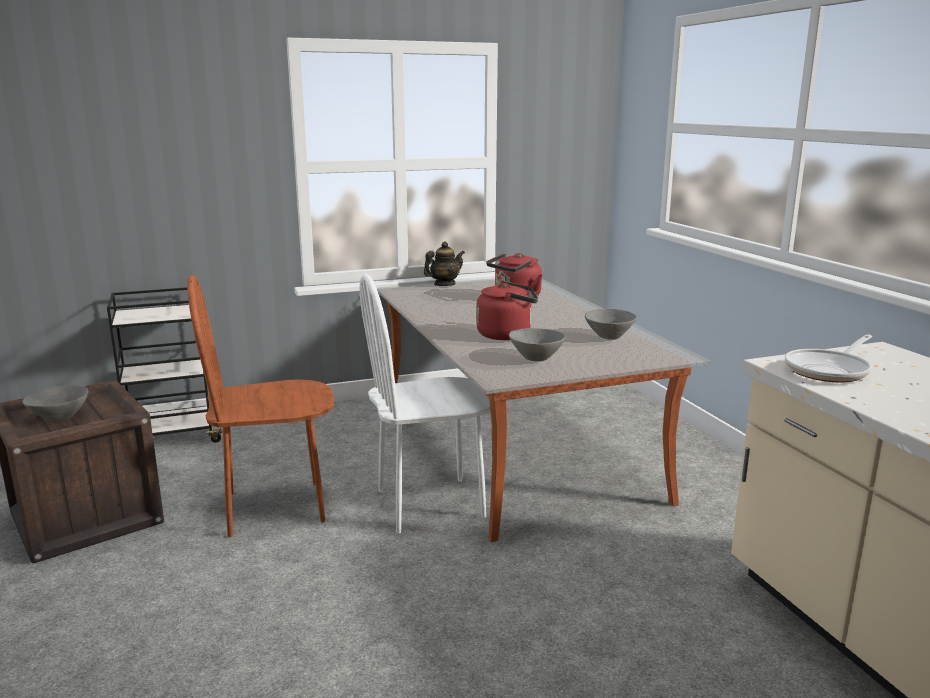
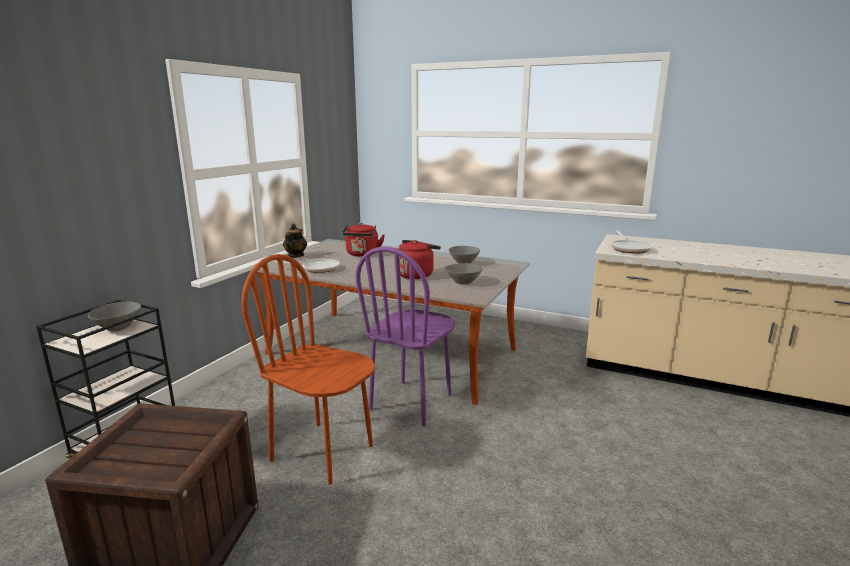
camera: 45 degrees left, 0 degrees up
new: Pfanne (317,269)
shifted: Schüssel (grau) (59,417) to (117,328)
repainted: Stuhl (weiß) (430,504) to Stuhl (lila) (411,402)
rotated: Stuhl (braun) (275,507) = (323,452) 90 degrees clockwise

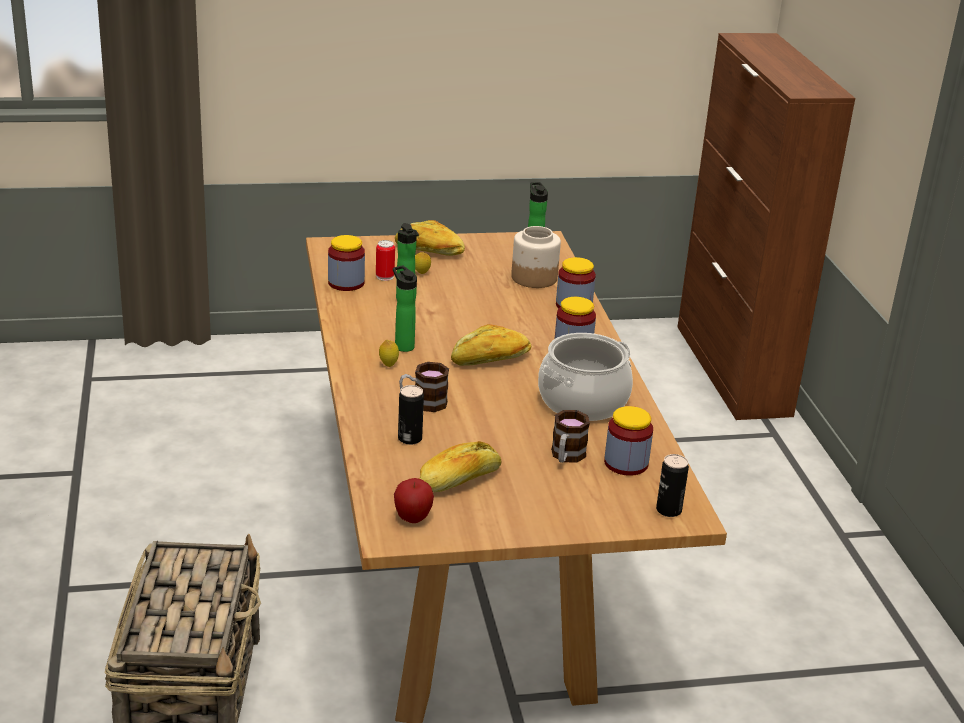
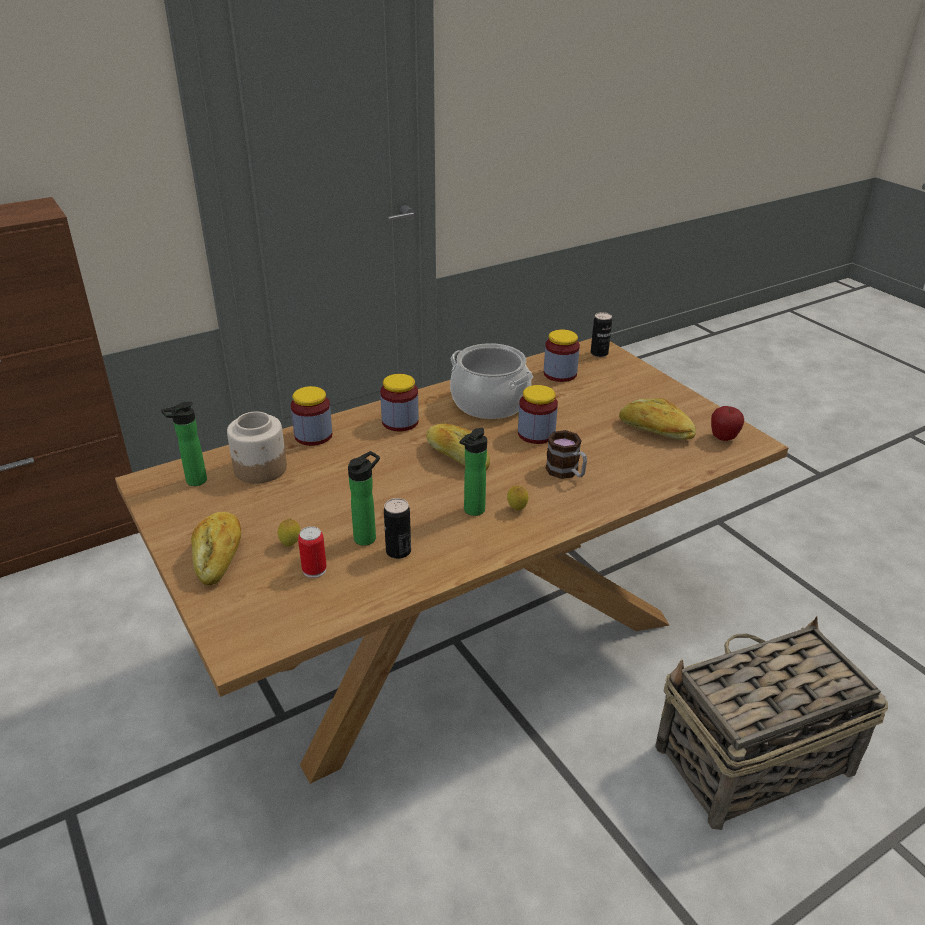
camera: 110 degrees left, 5 degrees up
gone: Henkelbecher (566,457)
shifted: Dose (410,439) to (398,551); Vorratsglas (346,283) to (536,434)

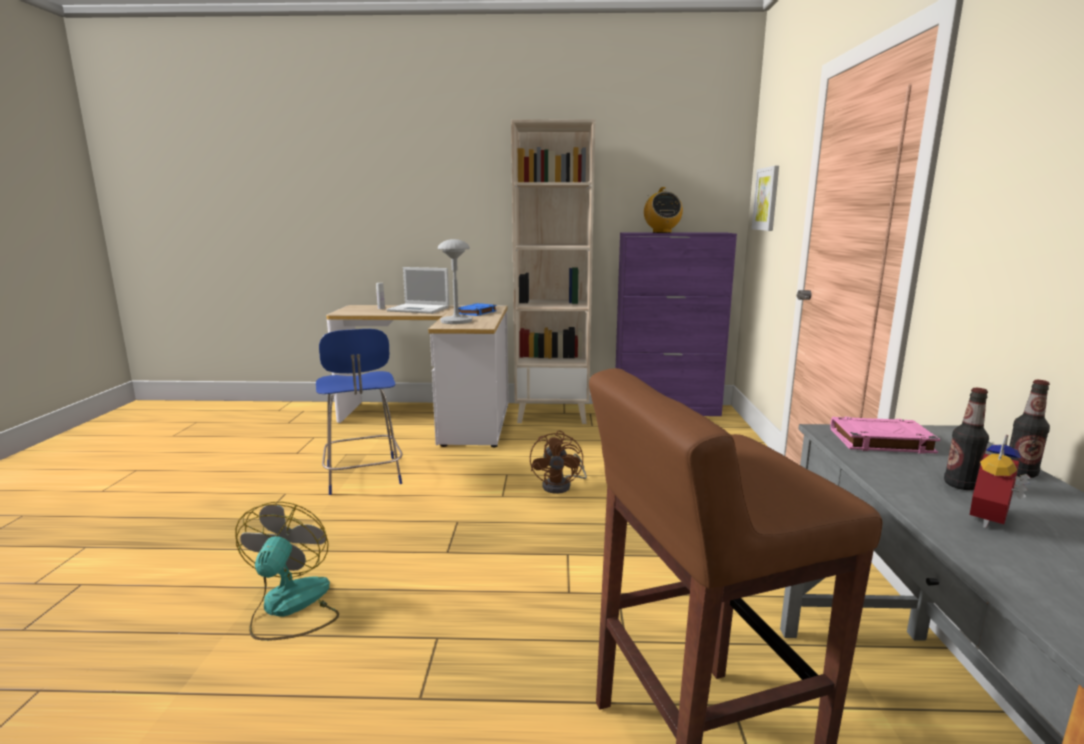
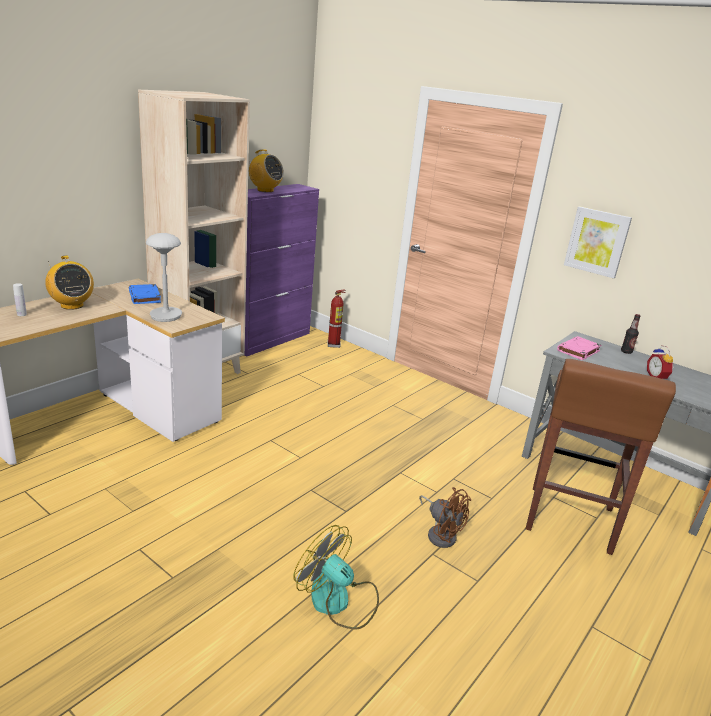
camera: 55 degrees left, 10 degrees up
gone: Stuhl (blau) (363,476); Flasche (960,485)
new: Feuerlöscher (334,345)
shifted: Ventilator (braun) (561,485) to (440,533); Bild (766,199) to (597,241)
swapped: Laptop (420,309) to Radio (72,305)

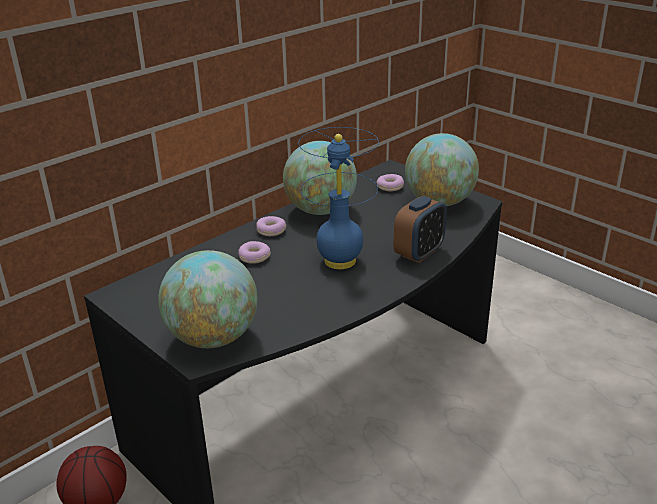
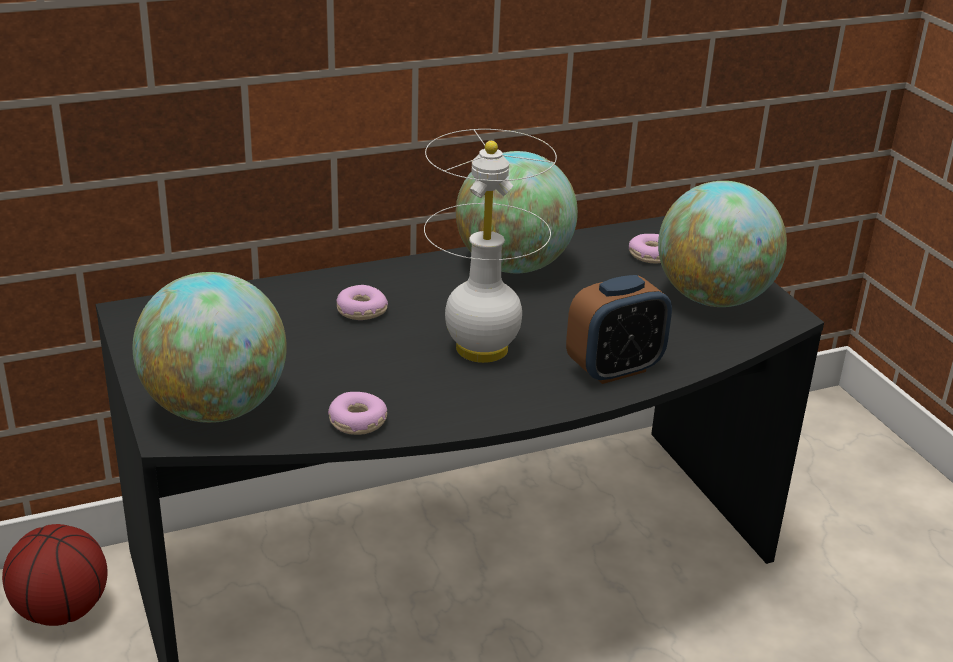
camera: 20 degrees right, 0 degrees up
shifted: Donut (271,231) to (357,422)
repainted: Tischlampe (blau) (340,261) to Tischlampe (weiß) (482,349)

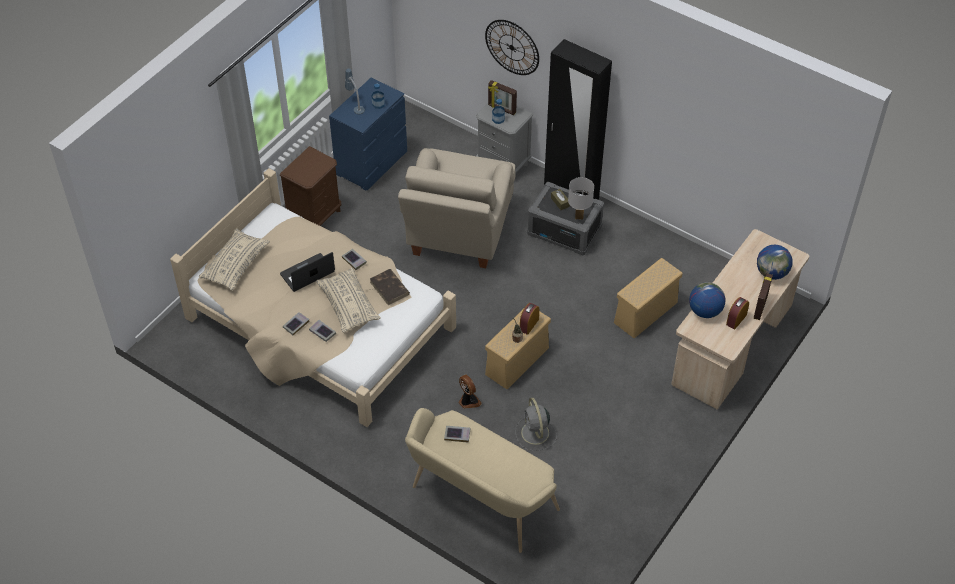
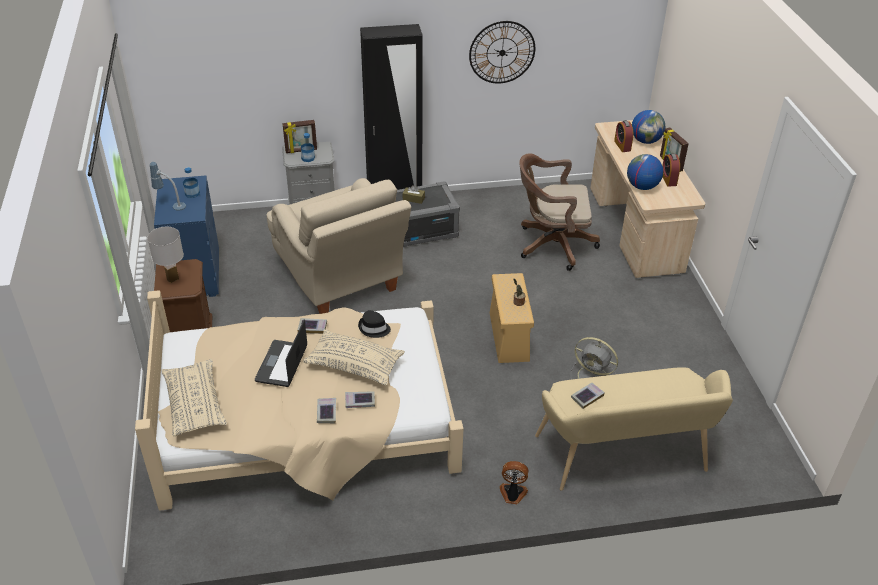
camera: 45 degrees left, 10 degrees down
shifted: Tischlampe (weiß) (579,217) to (173,279); Wanduhr (512,47) to (502,52); Ventilator (468,401) to (512,494); Wecker (529,324) to (622,146)
swapped: Buch (braun) (389,288) to Hut (schwarz) (374,328); Aufbewahrungsbox (beige) (646,312) to Bürostuhl (braun) (551,245)

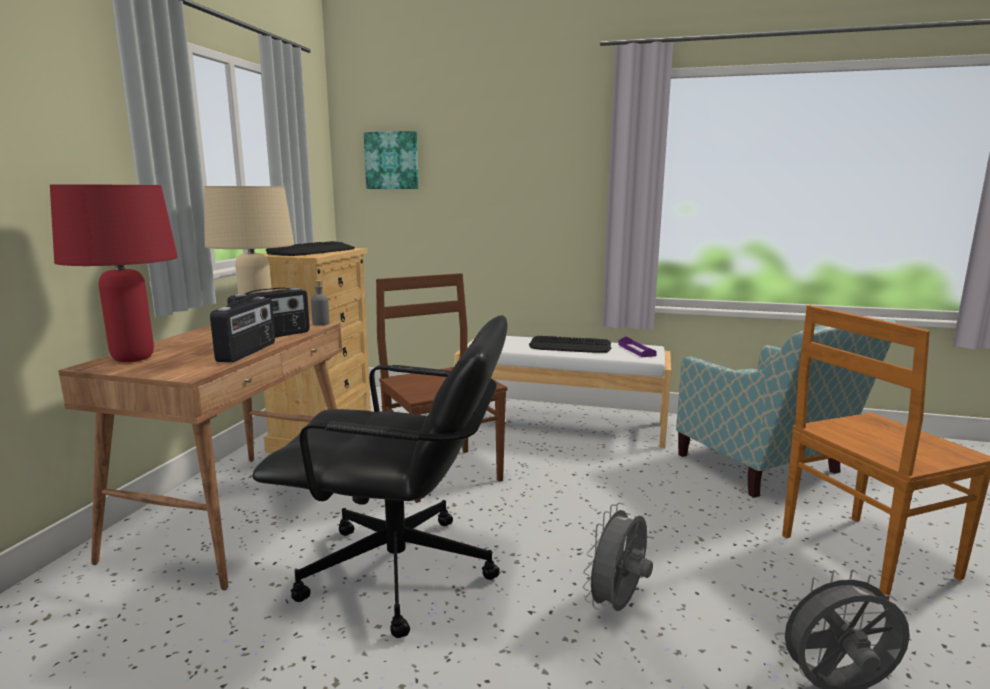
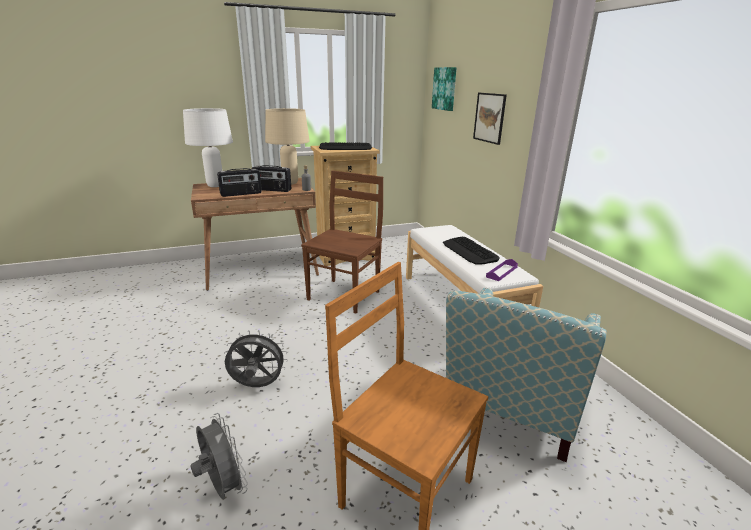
camera: 55 degrees right, 10 degrees up
gone: Bürostuhl (schwarz) (400,572)
new: Bild (489,118)
repainted: Tischlampe (rot) (132,359) to Tischlampe (weiß) (215,186)

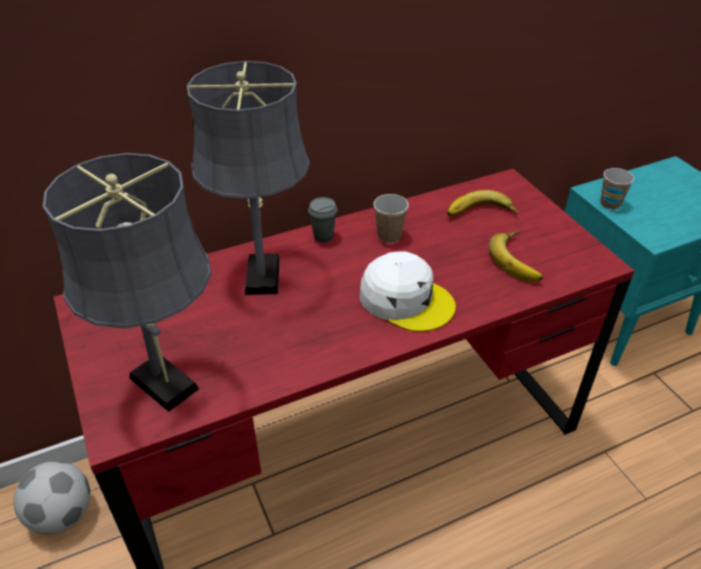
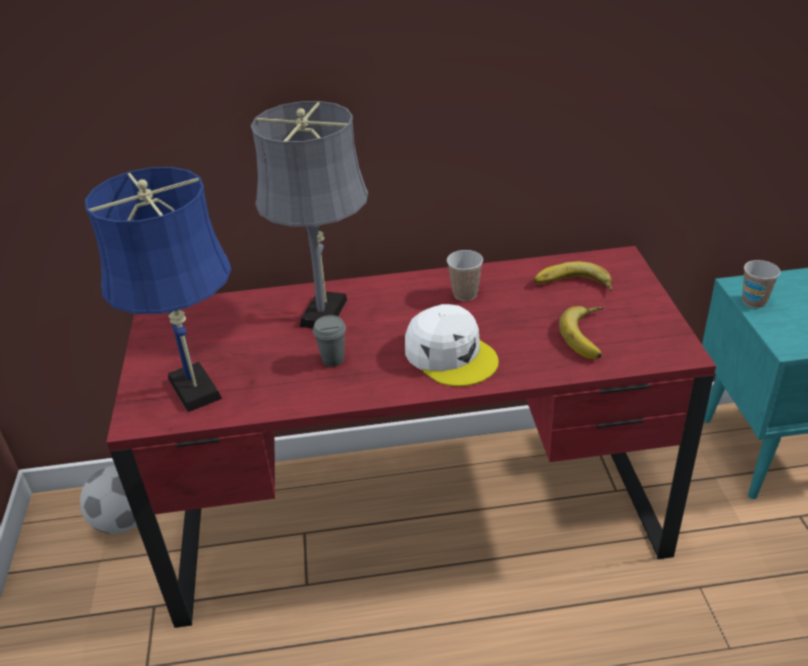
camera: 20 degrees right, 5 degrees down
shifted: Tasse (grau) (323,236) to (333,360)
repainted: Tischlampe (grau) (168,387) to Tischlampe (blau) (196,392)

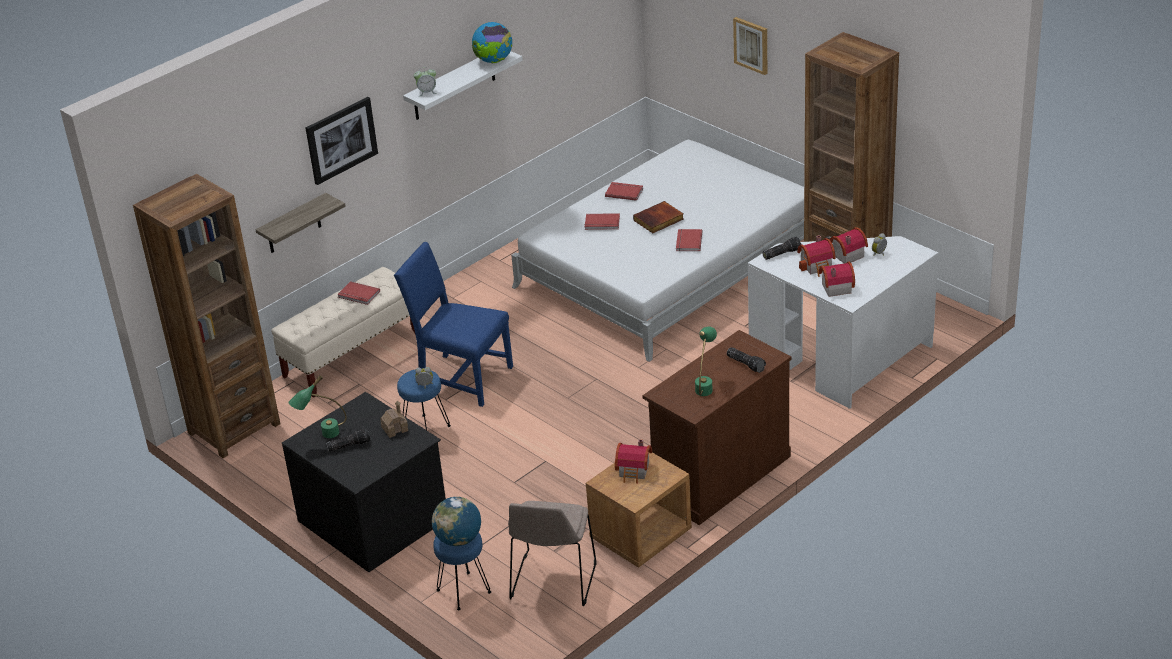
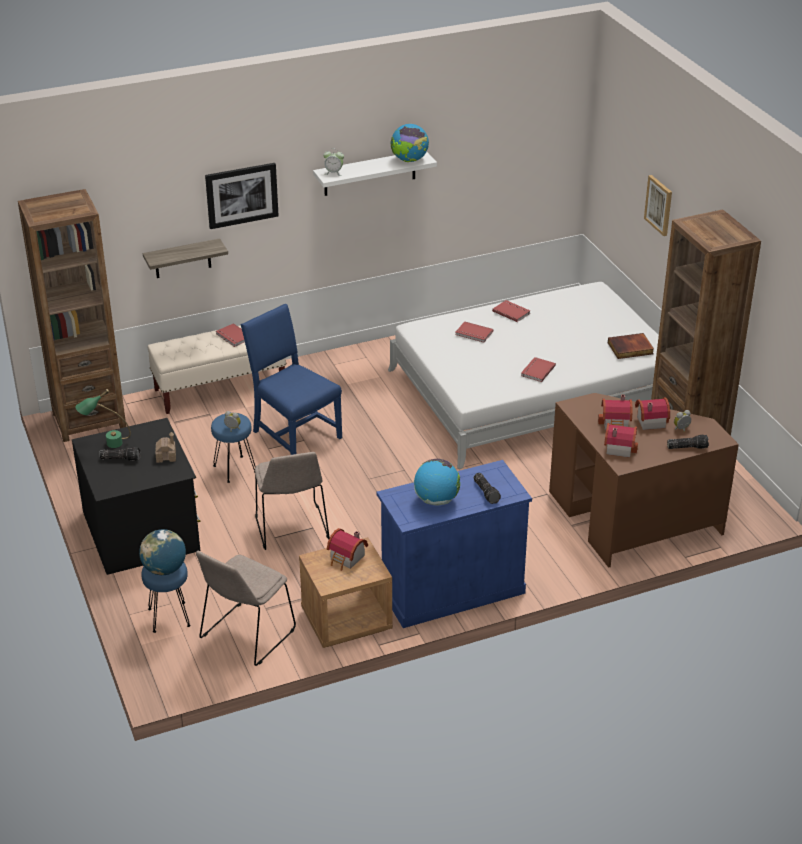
camera: 20 degrees right, 0 degrees up
new: Stuhl (beige) (292,529)
shifted: Buch (659,220) to (630,349); Taschenlampe (781,253) to (687,447)
swapped: Tischlampe (grün) (705,385) to Globus (436,500)
repainted: Schrank (braun) (720,476) to Schrank (blau) (451,590); Schreibtisch (weiß) (843,360) to Schreibtisch (braun) (632,521)

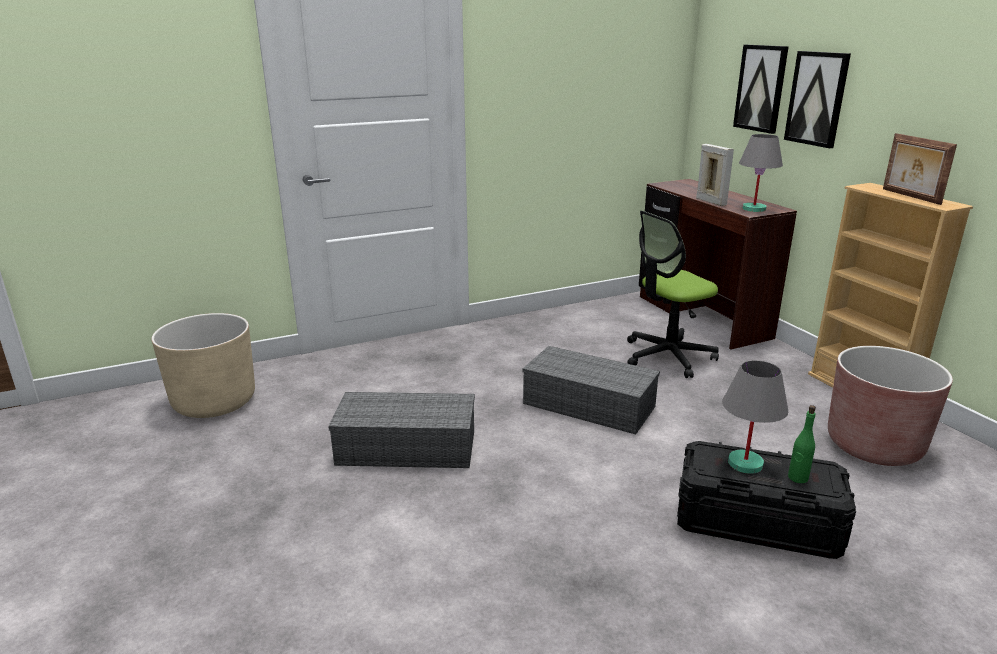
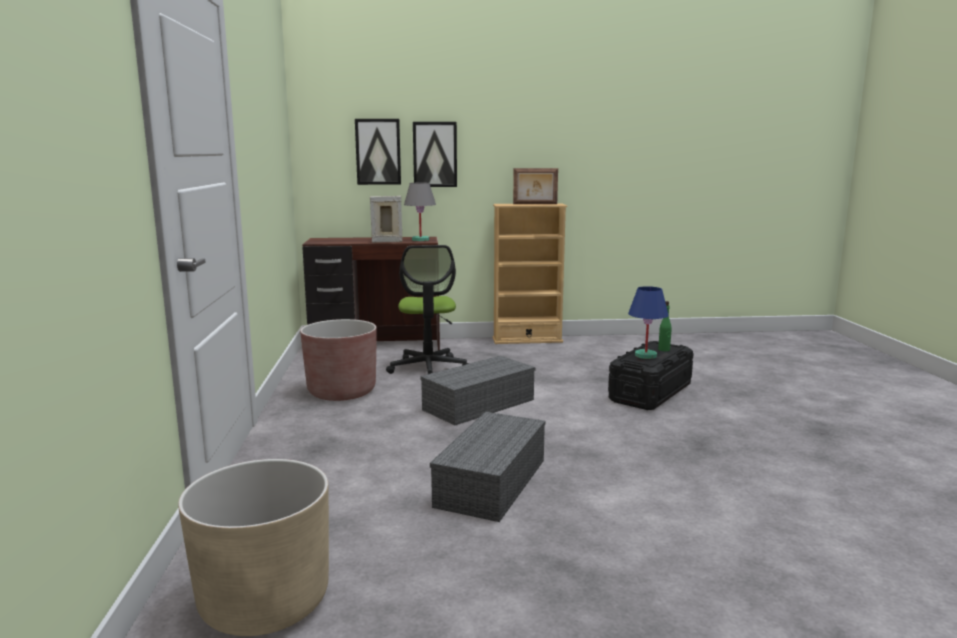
camera: 70 degrees left, 10 degrees down
shifted: Pflanzkübel (braun) (874,445) to (342,392)
repainted: Tischlampe (grau) (745,463) to Tischlampe (blau) (645,355)

